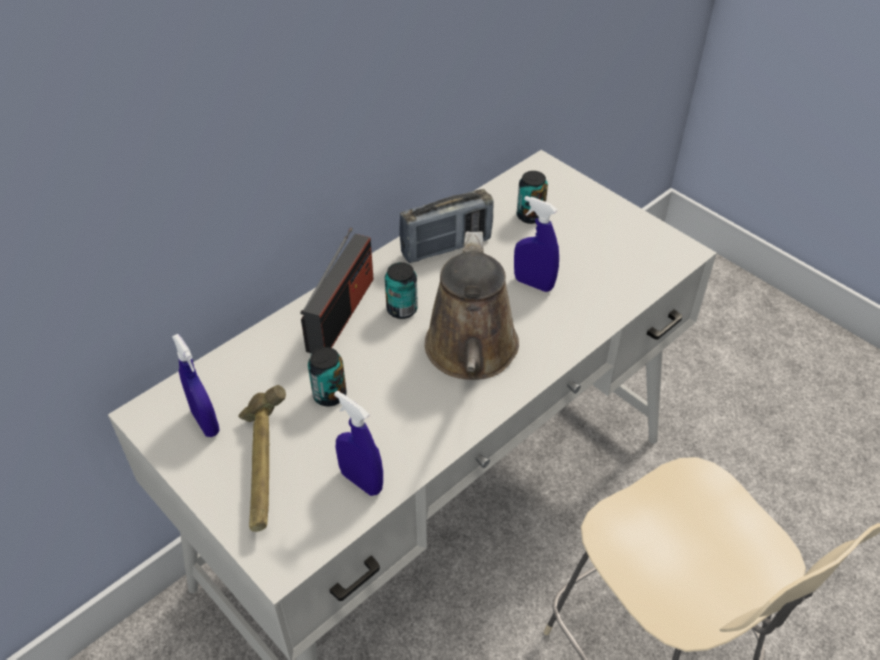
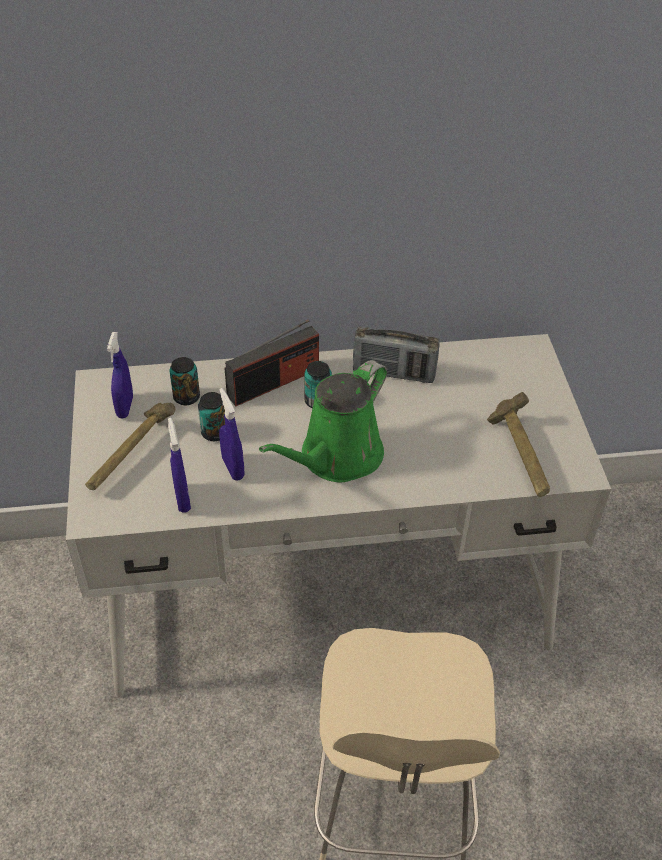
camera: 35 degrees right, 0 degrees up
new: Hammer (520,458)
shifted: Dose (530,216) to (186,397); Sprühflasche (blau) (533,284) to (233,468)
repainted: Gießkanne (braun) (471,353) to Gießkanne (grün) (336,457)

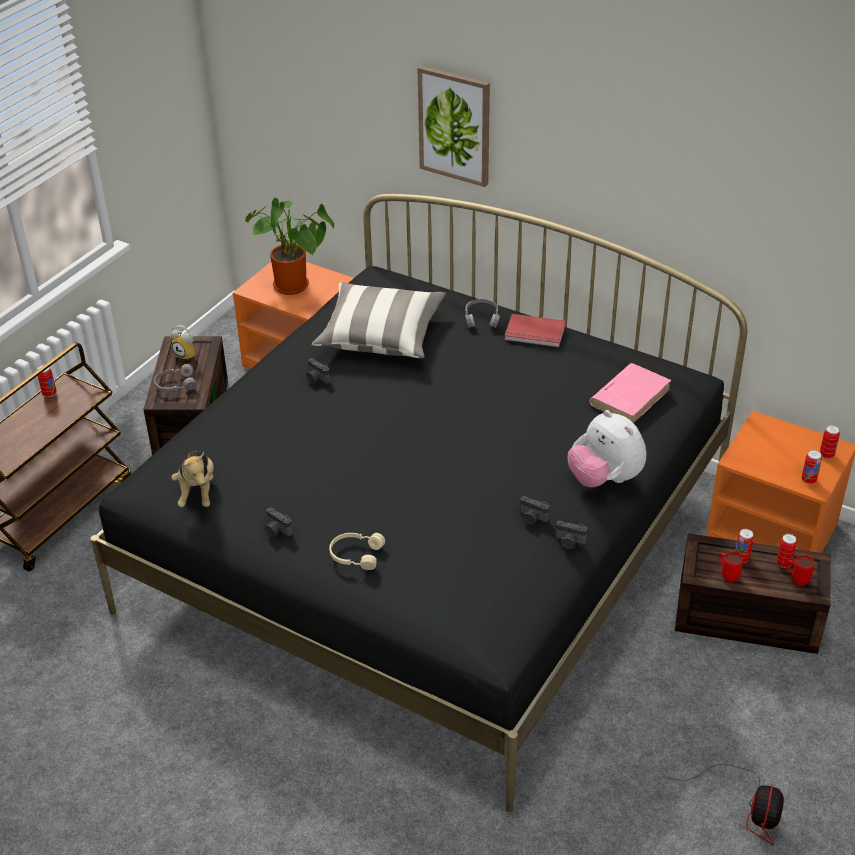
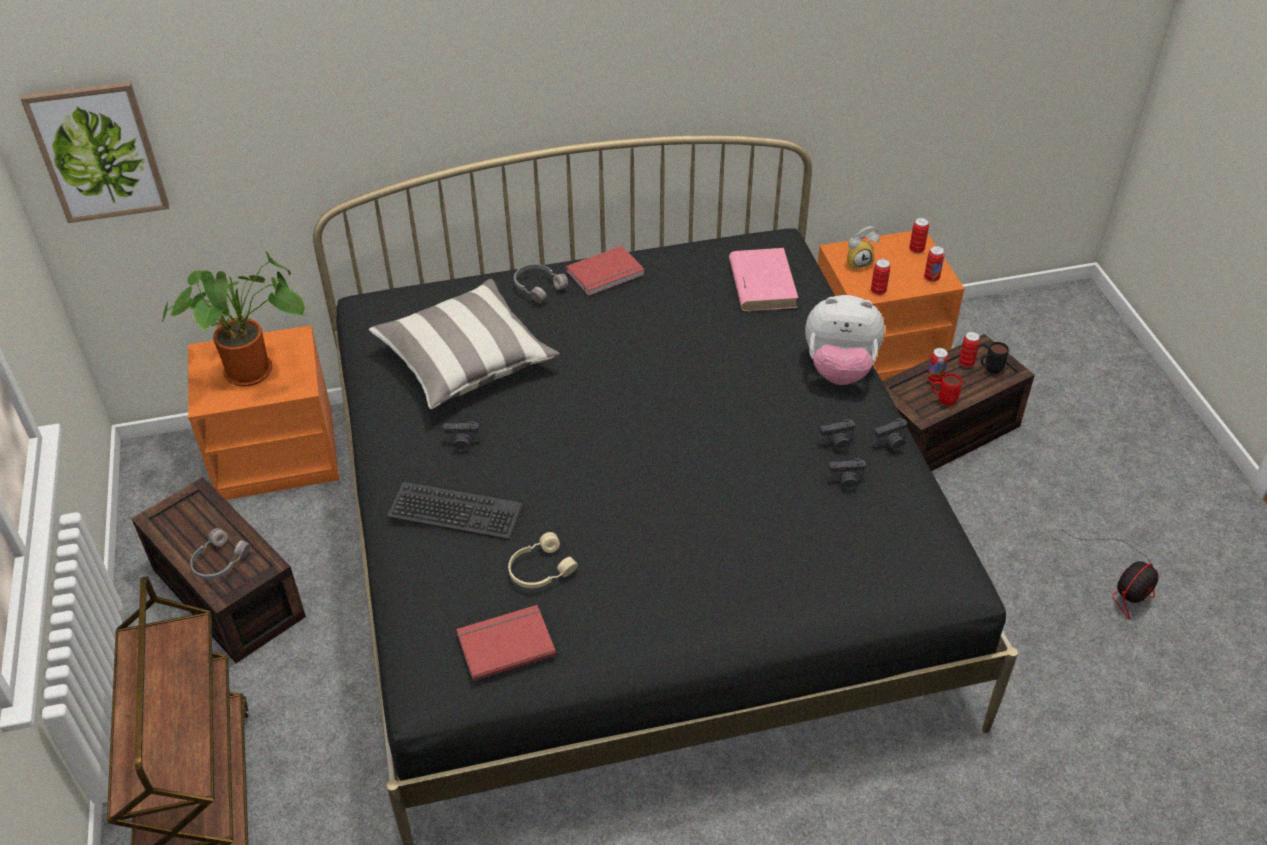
camera: 45 degrees left, 5 degrees up
new: Tastatur (454,512)
shifted: Bild (455,125) to (98,151); Kopfhörer (beige) (356,554) to (539,569); Kamera (276,531) to (846,482); Wecker (187,354) to (858,262); Dose (49,393) to (878,291)
swapped: Plüschtier (197,492) to Buch (rot) (505,643)
repainted: Henkelbecher (rot) (796,579) to Henkelbecher (schwarz) (990,370)
rotated: Ventilator (748,807) = (1124,582) 75 degrees clockwise

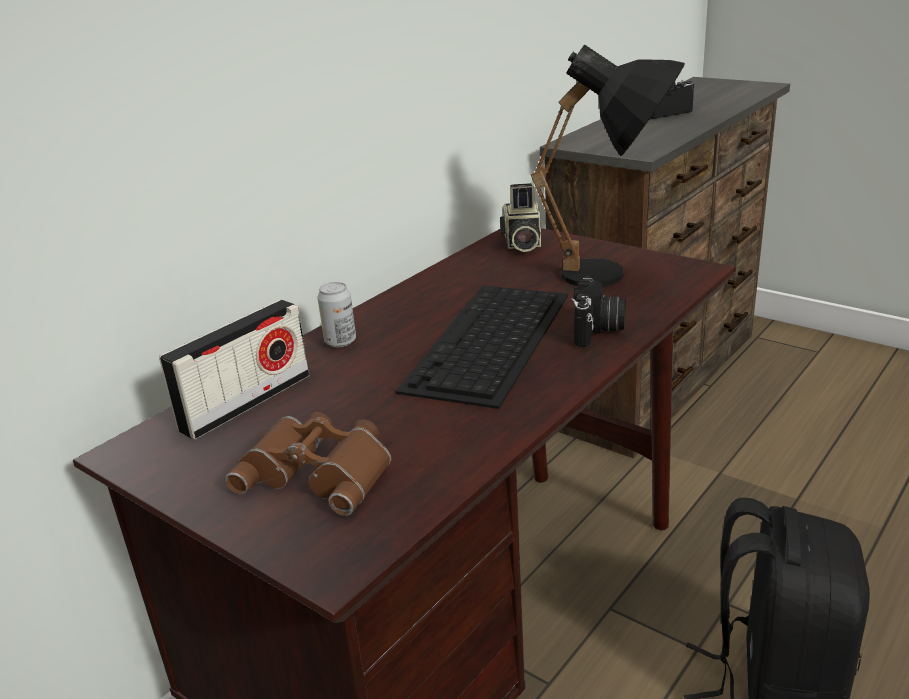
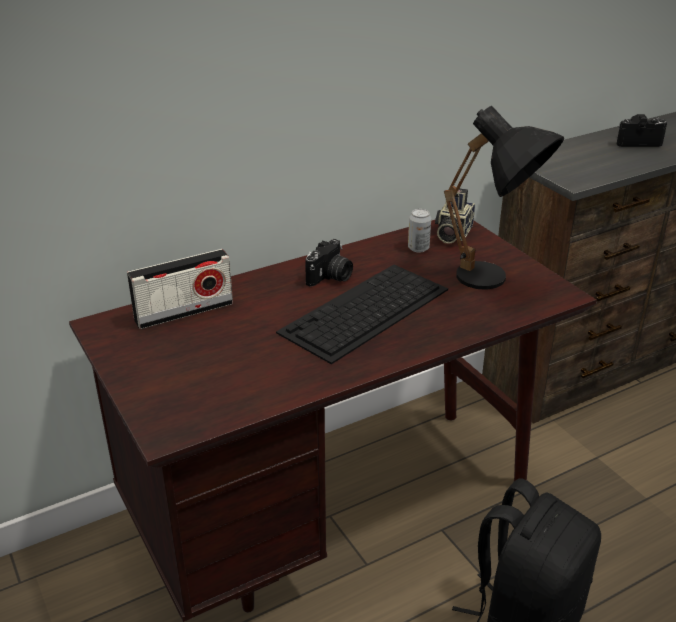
camera: 20 degrees right, 5 degrees up
gone: Fernglas (braun) (320,470)
shifted: Kamera (598,330) to (330,277); Dose (340,341) to (418,248)

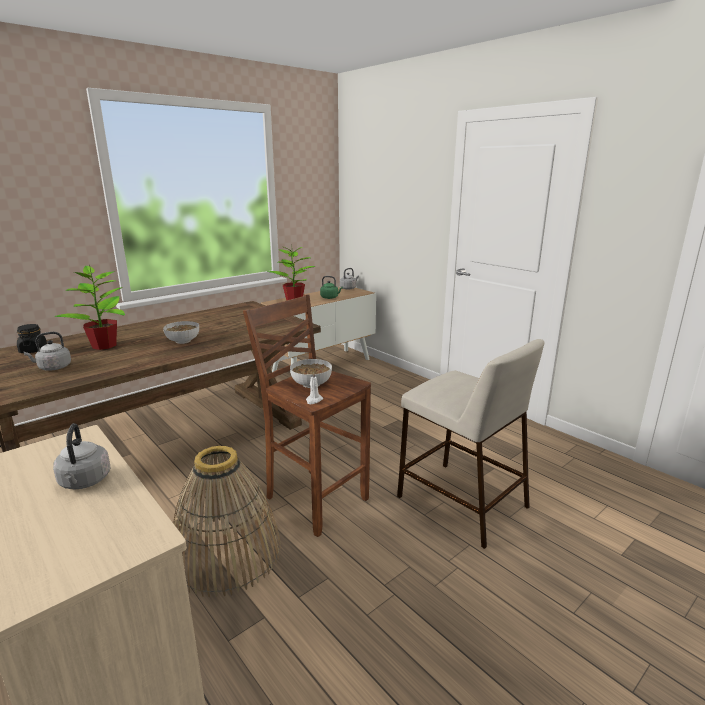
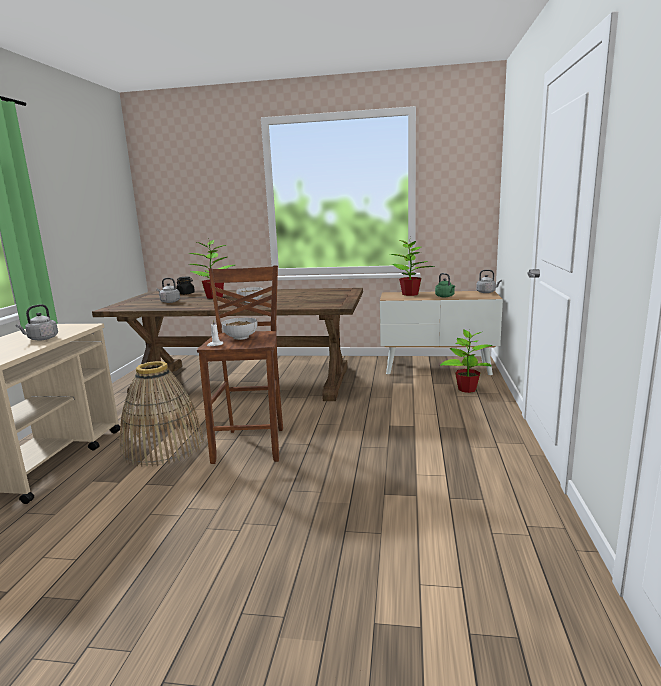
camera: 50 degrees right, 5 degrees down
gone: Hocker (beige) (460,501)
new: Topfpflanze (466,389)

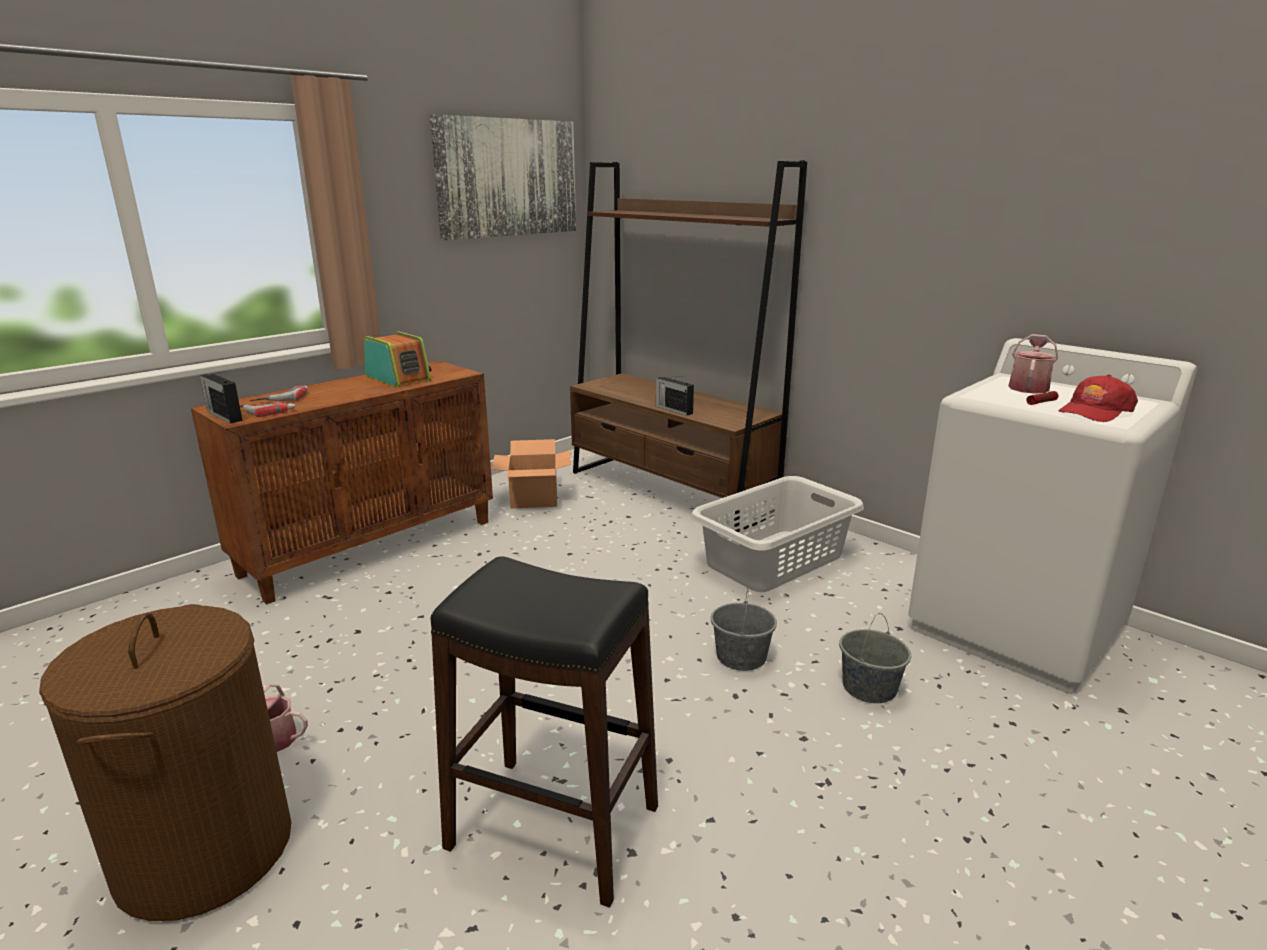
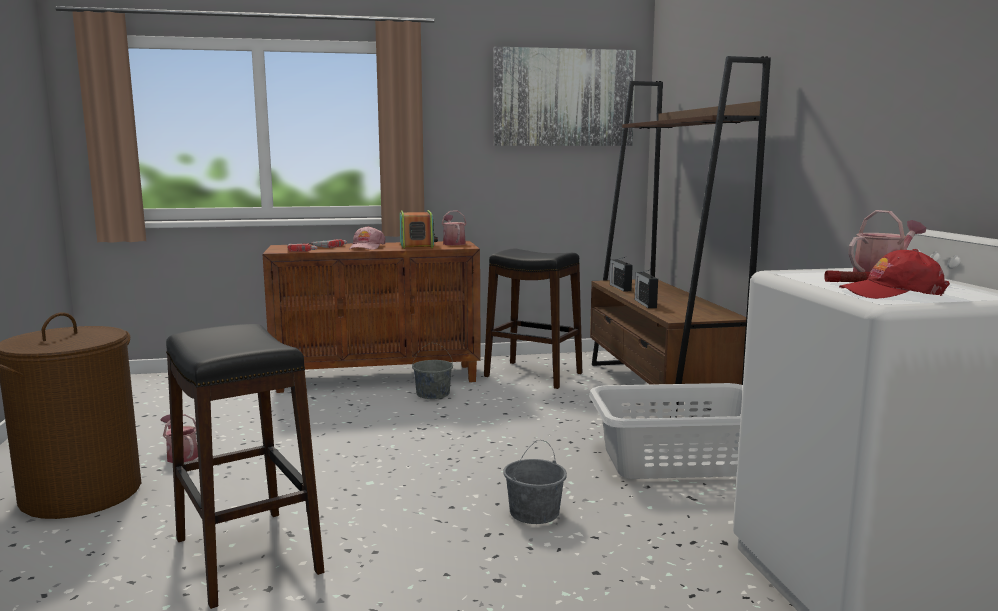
camera: 35 degrees right, 10 degrees down
new: Kappe (rosa) (366,247); Gießkanne (453,243)
shifted: Eimer (grau) (869,688) to (432,394); Radio (224,416) to (620,287)
swapped: Karton (535,498) to Hocker (schwarz) (534,375)

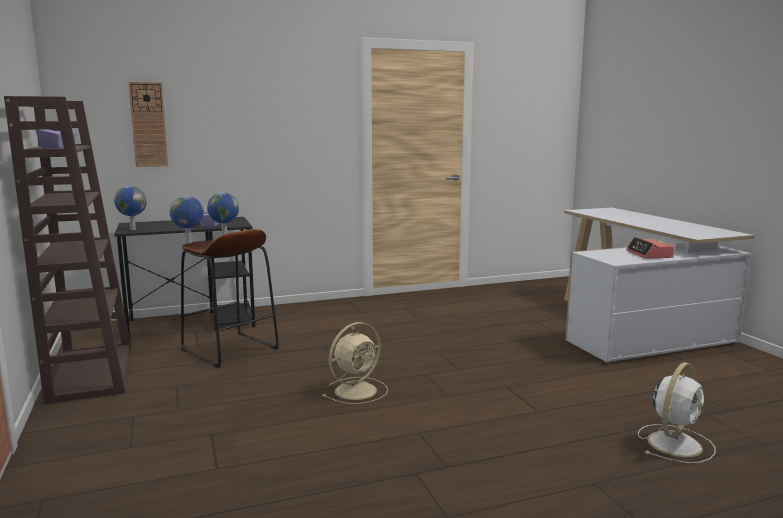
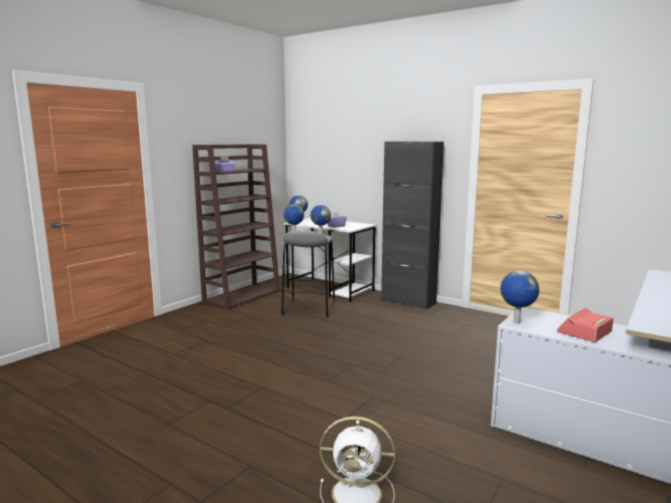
camera: 55 degrees right, 0 degrees up
gone: Wanduhr (148,124); Ventilator (beige) (357,390)
new: Schrank (schwarz) (408,301); Globus (516,322)
repainted: Hocker (braun) (230,350) to Hocker (grau) (308,308); Schreibtisch (schwarz) (193,323) to Schreibtisch (weiß) (330,289)

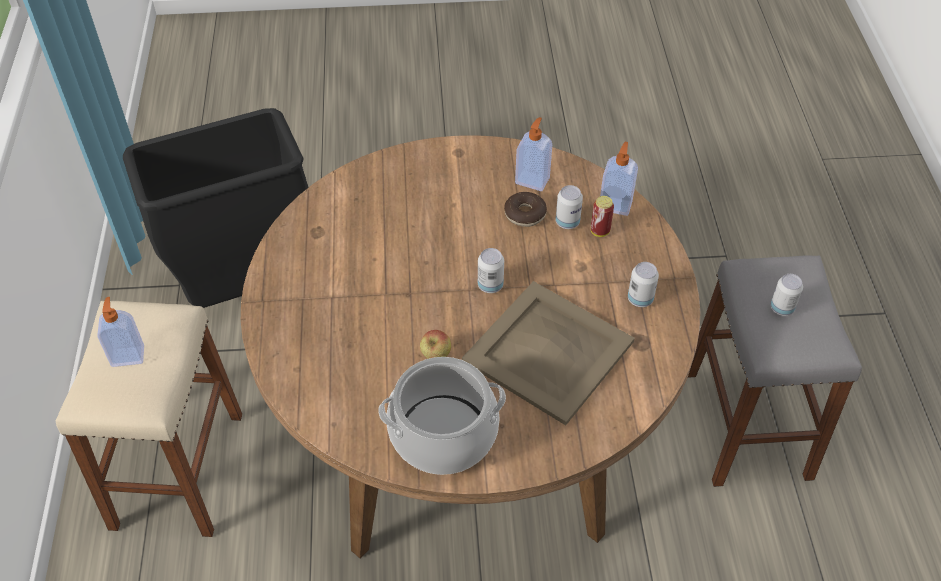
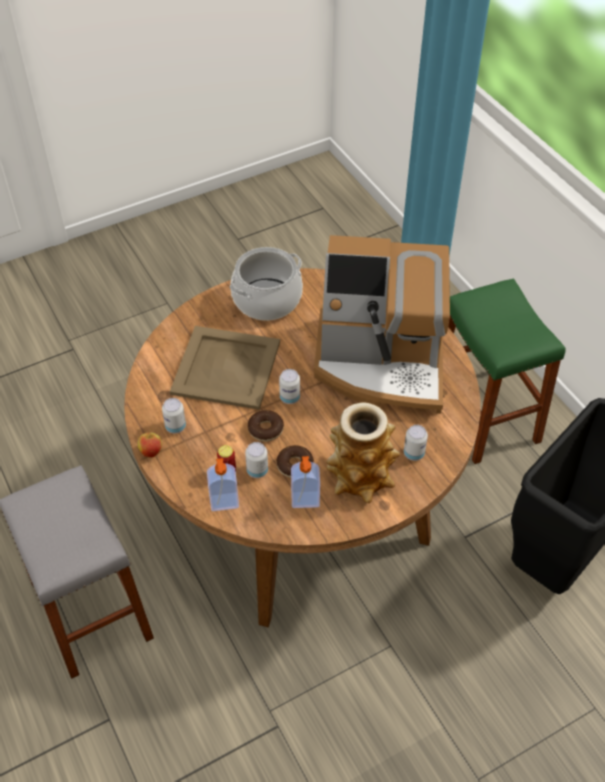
camera: 155 degrees right, 0 degrees up
gone: Seifenspender (128,355)
new: Donut (265,429); Kaffeemaschine (381,363); Vase (361,476)
shifted: Apfel (436,356) to (151,452); Dose (781,308) to (414,453)
repainted: Hocker (beige) (178,470) to Hocker (grün) (483,415)

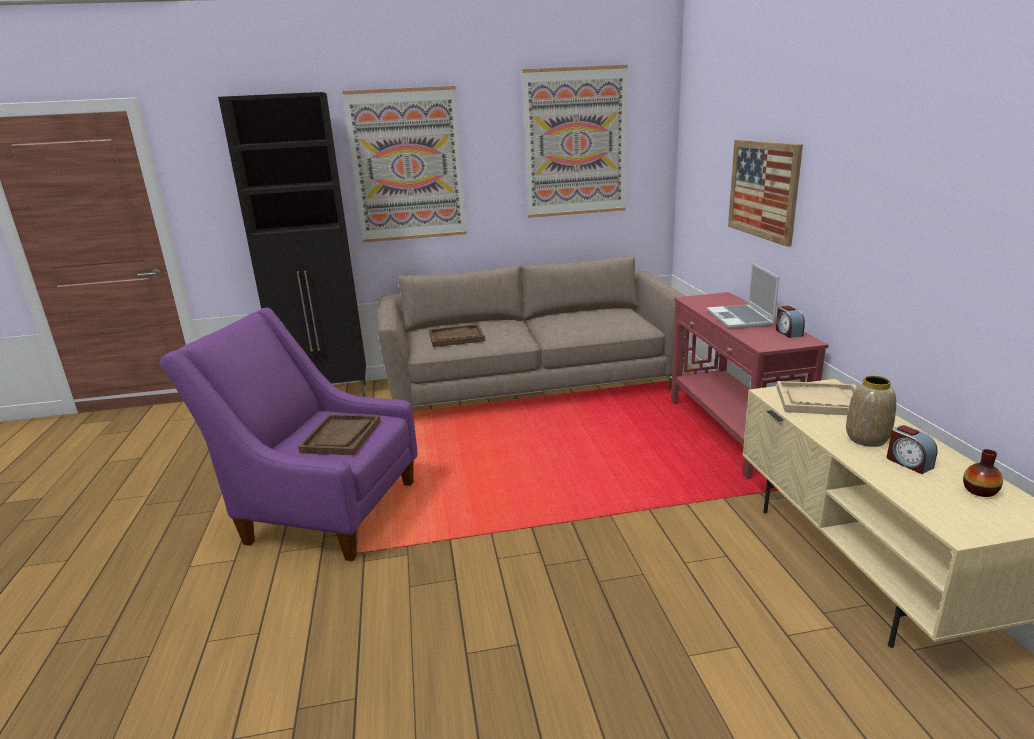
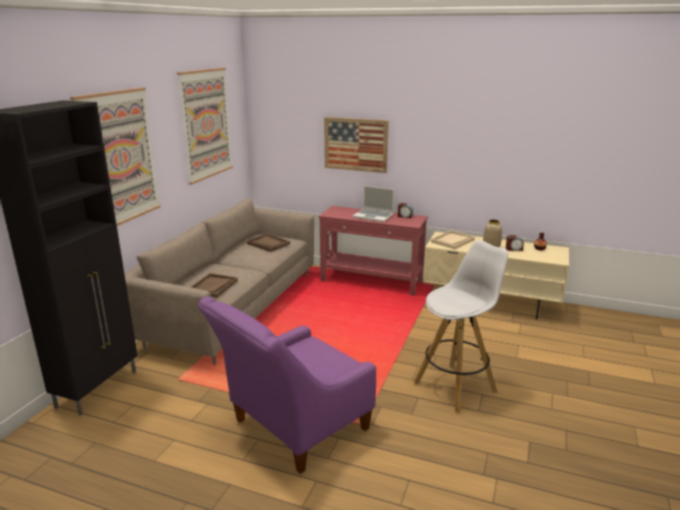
camera: 60 degrees left, 0 degrees up
new: Hocker (weiß) (455,386)
shifted: Tablett (braun) (341,436) to (268,244)

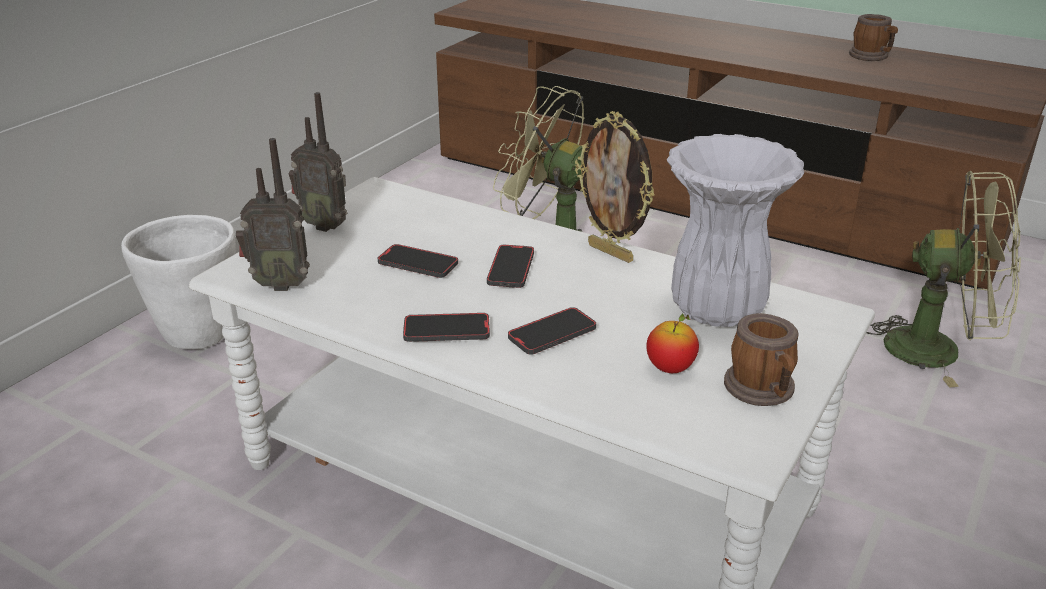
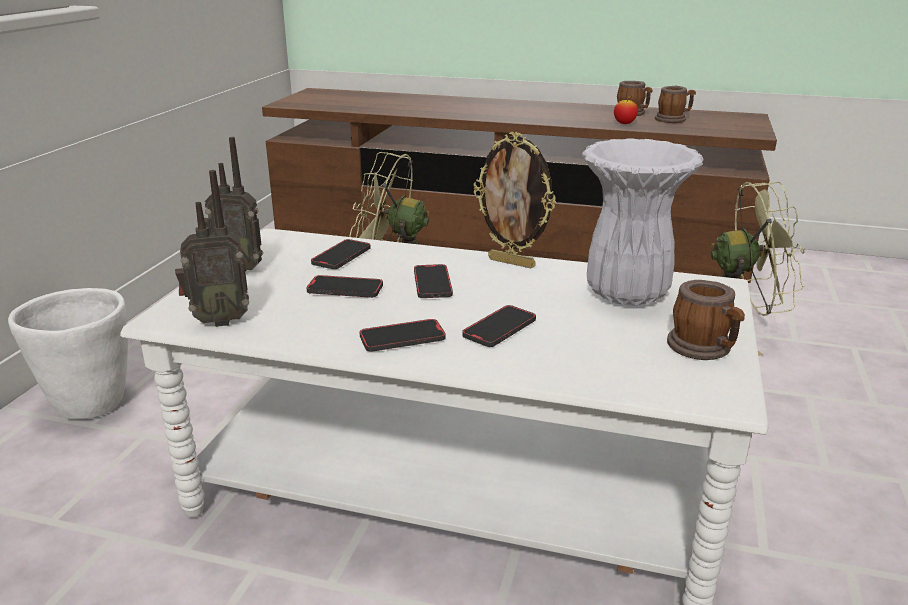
camera: 15 degrees left, 5 degrees down
new: Handy (341,257); Henkelbecher (673,119)
shifted: Apfel (670,368) to (624,124)

